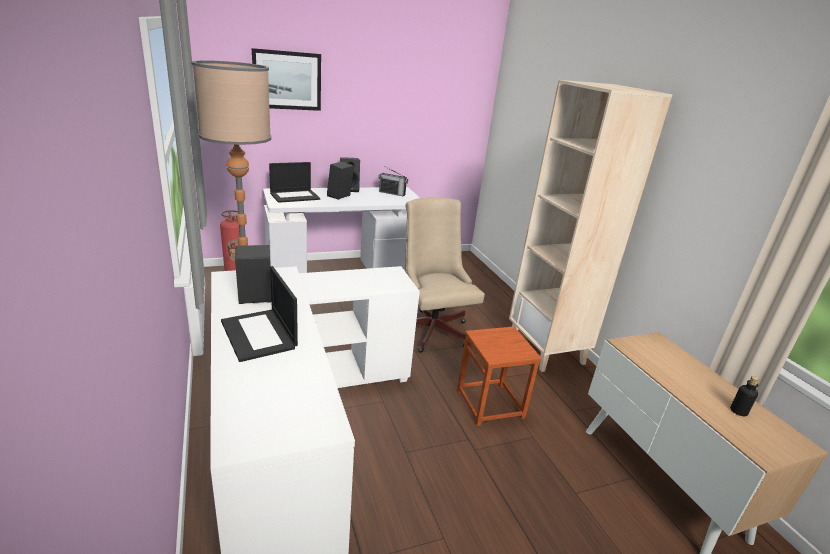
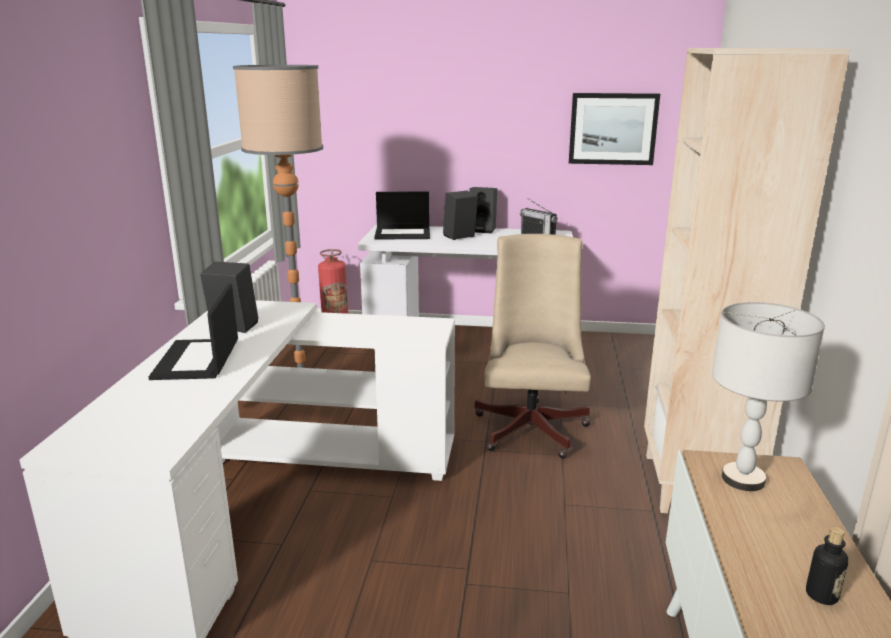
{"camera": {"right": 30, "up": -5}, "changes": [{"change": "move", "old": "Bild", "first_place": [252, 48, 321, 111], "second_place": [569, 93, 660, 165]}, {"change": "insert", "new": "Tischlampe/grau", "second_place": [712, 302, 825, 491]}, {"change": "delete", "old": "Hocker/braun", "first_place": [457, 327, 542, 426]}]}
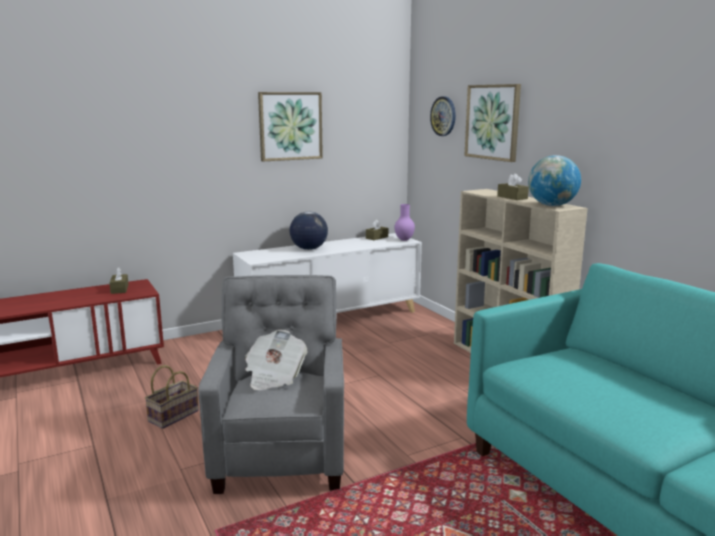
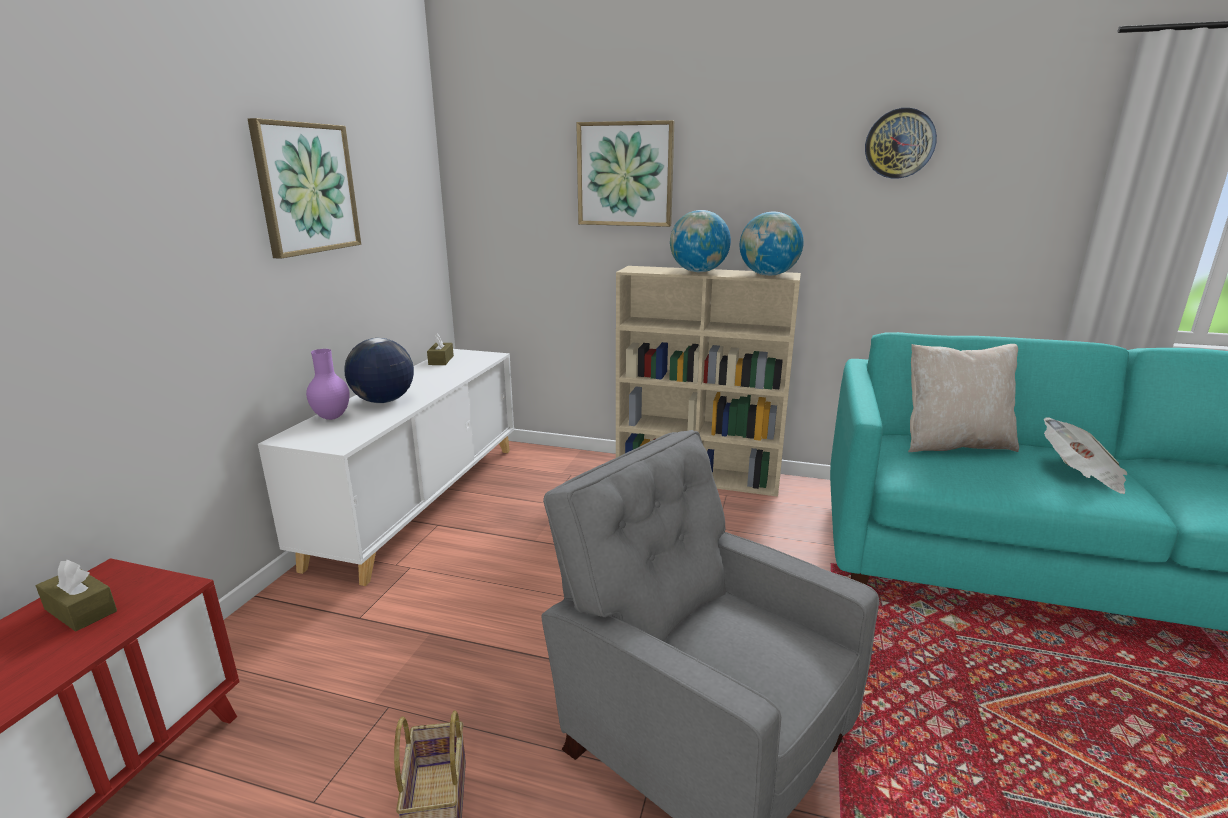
{"camera": {"right": -45, "up": 5}, "changes": [{"change": "move", "old": "Vase/lila", "first_place": [394, 204, 415, 241], "second_place": [306, 349, 350, 420]}, {"change": "replace", "old": "Taschentuchbox/braun", "new": "Globus", "first_place": [497, 173, 529, 200], "second_place": [670, 210, 731, 272]}, {"change": "move", "old": "Wanduhr", "first_place": [430, 97, 456, 136], "second_place": [865, 108, 937, 179]}, {"change": "insert", "new": "Kissen/beige", "second_place": [908, 344, 1019, 452]}, {"change": "move", "old": "Zeitung", "first_place": [245, 330, 308, 390], "second_place": [1044, 417, 1127, 494]}]}
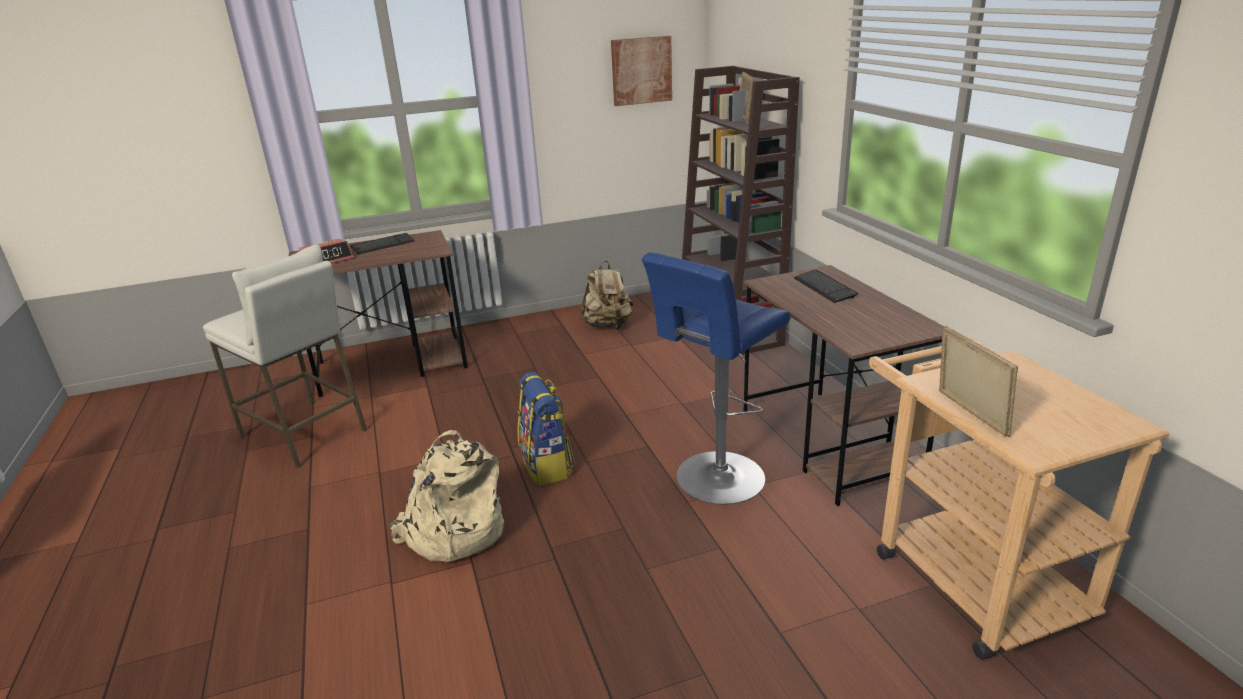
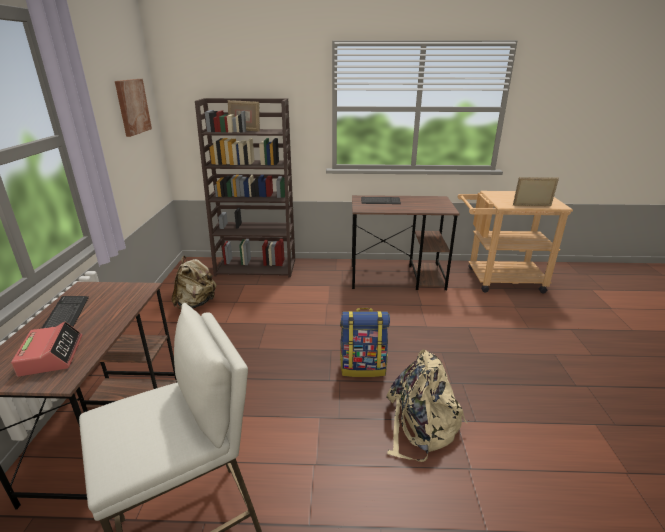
{"camera": {"right": -70, "up": 0}, "changes": [{"change": "delete", "old": "Hocker/blau", "first_place": [642, 253, 791, 505]}]}
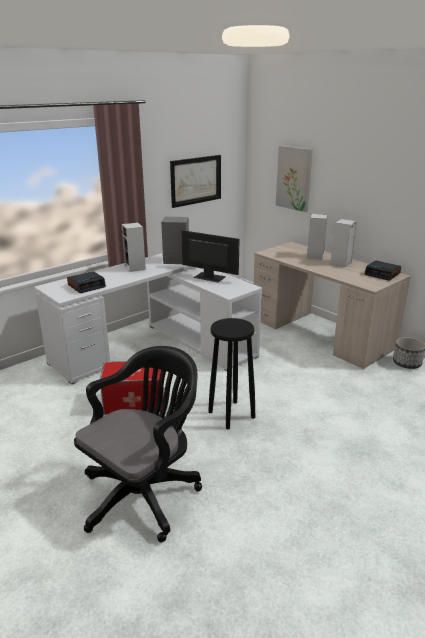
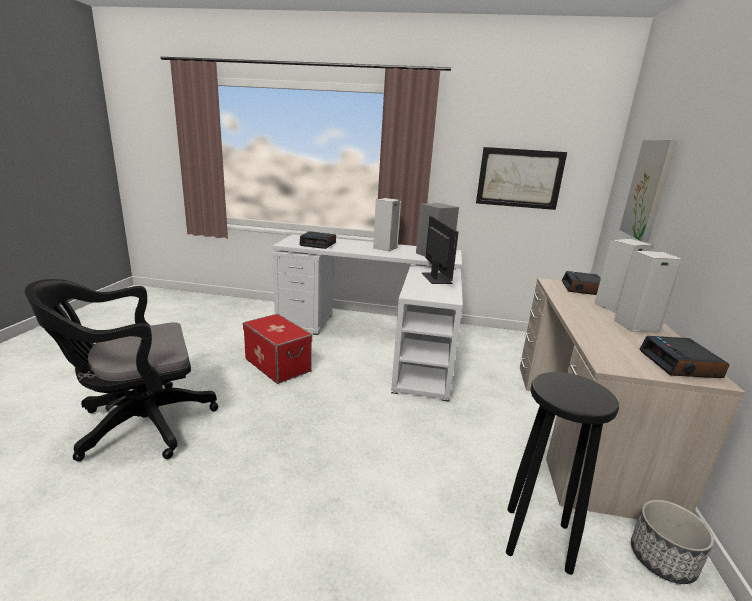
{"camera": {"right": 50, "up": -5}, "changes": [{"change": "rotate", "old": "Bürostuhl/schwarz", "first_place": [74, 346, 202, 542], "second_place": [25, 279, 218, 461], "degrees": 150}, {"change": "move", "old": "Hocker/schwarz", "first_place": [208, 318, 255, 429], "second_place": [506, 372, 619, 575]}, {"change": "insert", "new": "Wecker", "second_place": [562, 271, 601, 295]}]}
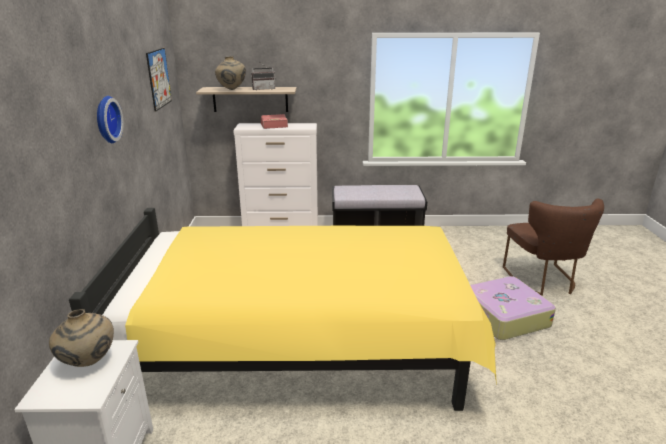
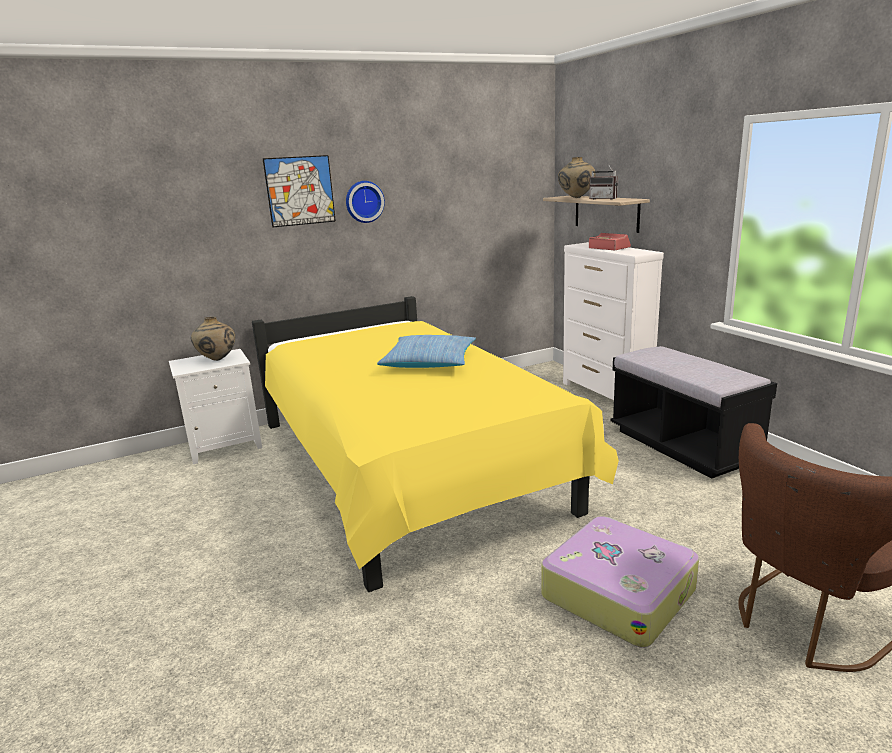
{"camera": {"right": 65, "up": -5}, "changes": [{"change": "move", "old": "Bild", "first_place": [146, 48, 172, 111], "second_place": [262, 155, 336, 227]}, {"change": "insert", "new": "Kissen", "second_place": [377, 335, 476, 368]}]}
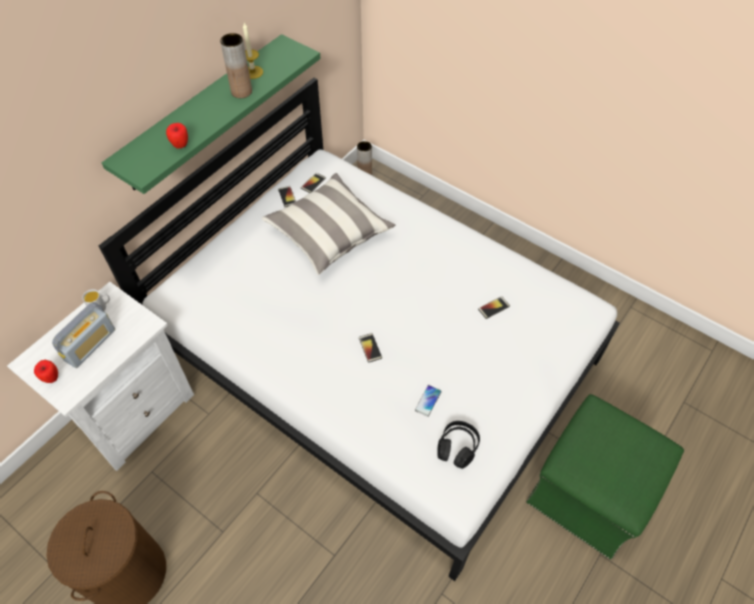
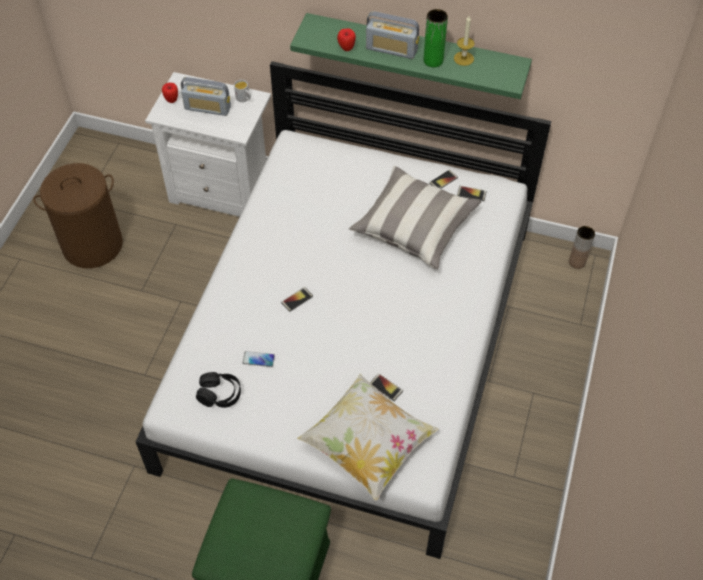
{"camera": {"right": 70, "up": 0}, "changes": [{"change": "insert", "new": "Kissen", "second_place": [297, 373, 439, 501]}, {"change": "insert", "new": "Radio", "second_place": [366, 11, 419, 59]}, {"change": "recolor", "old": "Vase/braun", "new": "Vase/grün", "first_place": [220, 33, 252, 98], "second_place": [423, 9, 448, 67]}]}
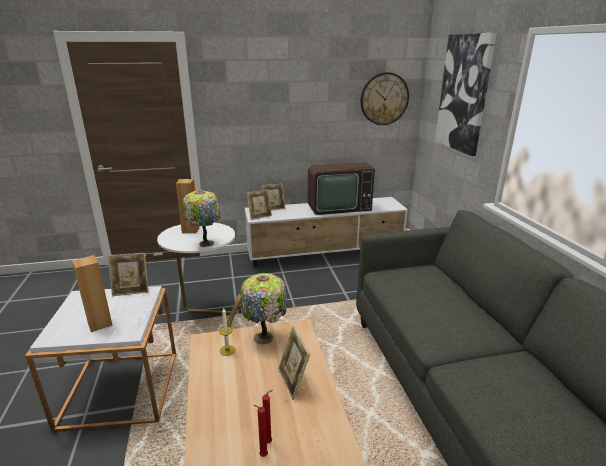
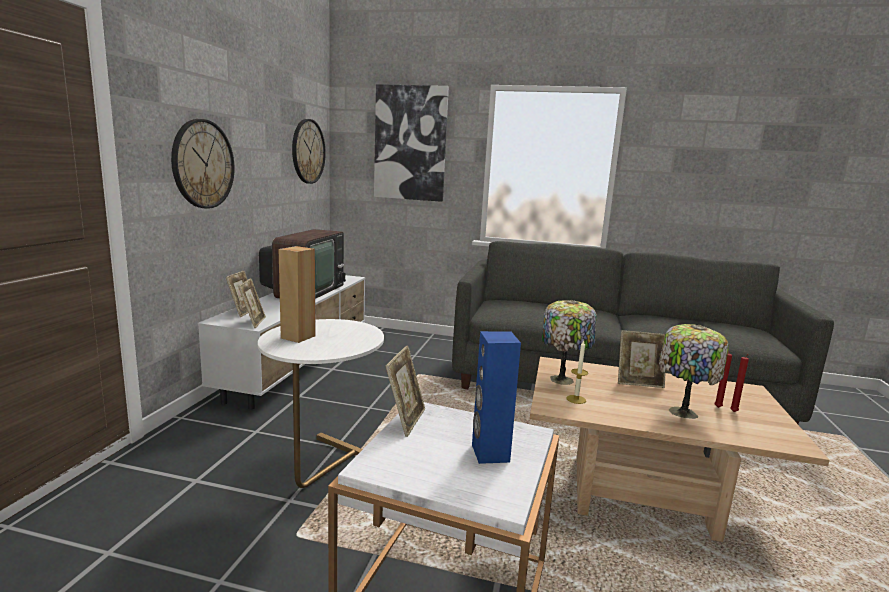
{"camera": {"right": -65, "up": -10}, "changes": [{"change": "insert", "new": "Wanduhr", "second_place": [171, 119, 234, 208]}, {"change": "recolor", "old": "Lautsprecher/braun", "new": "Lautsprecher/blau", "first_place": [72, 255, 113, 332], "second_place": [472, 331, 521, 464]}, {"change": "move", "old": "Tischlampe", "first_place": [183, 190, 220, 247], "second_place": [659, 324, 729, 419]}]}
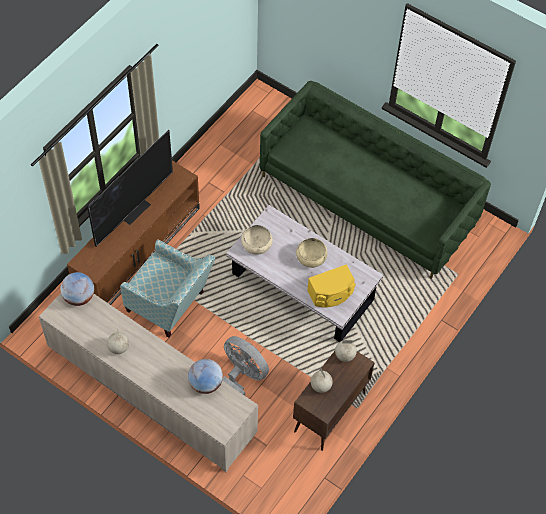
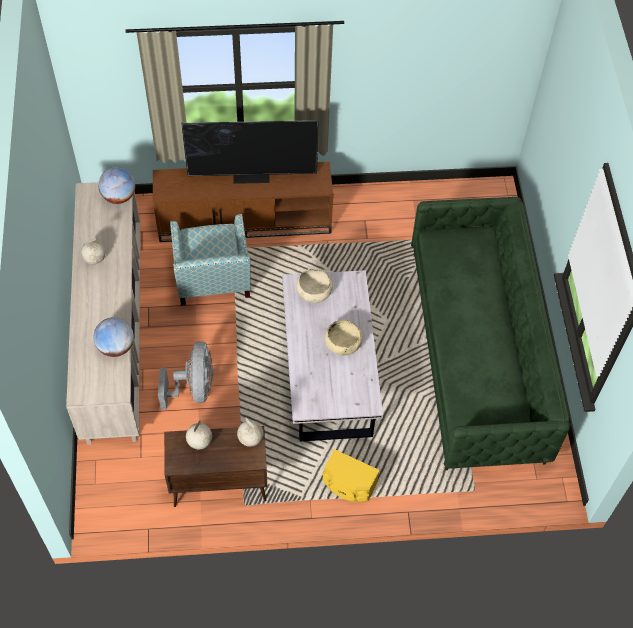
{"camera": {"right": 50, "up": 0}, "changes": [{"change": "move", "old": "Lautsprecher/gelb", "first_place": [307, 264, 356, 308], "second_place": [322, 449, 380, 502]}]}
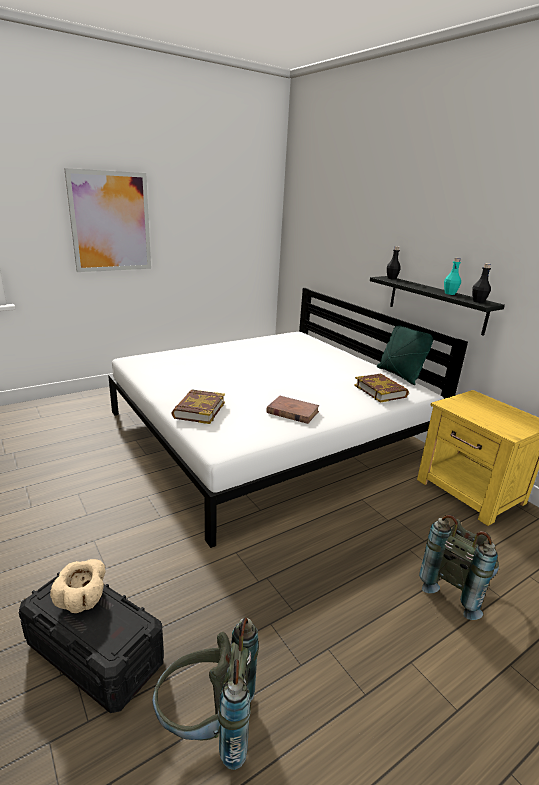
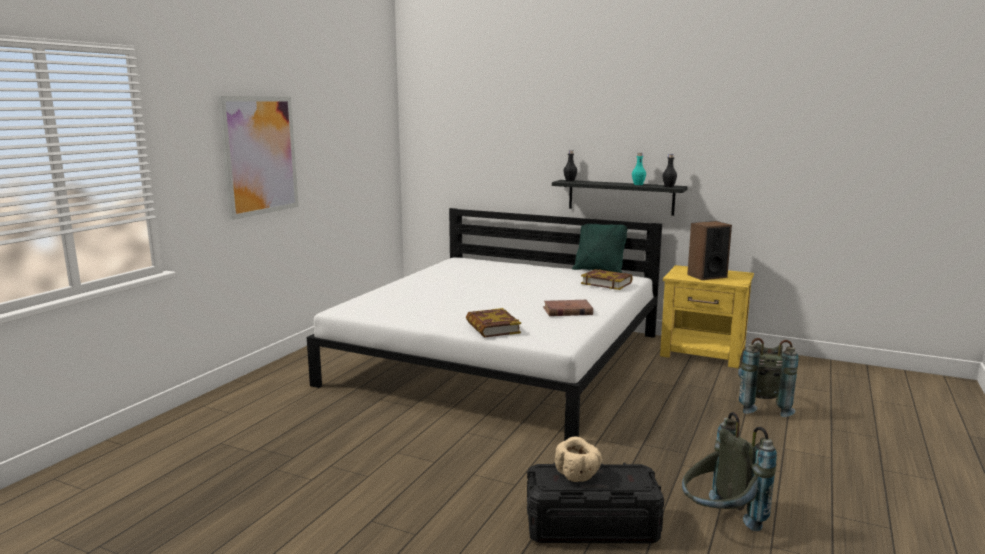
{"camera": {"right": -30, "up": -10}, "changes": [{"change": "insert", "new": "Lautsprecher", "second_place": [687, 221, 732, 280]}]}
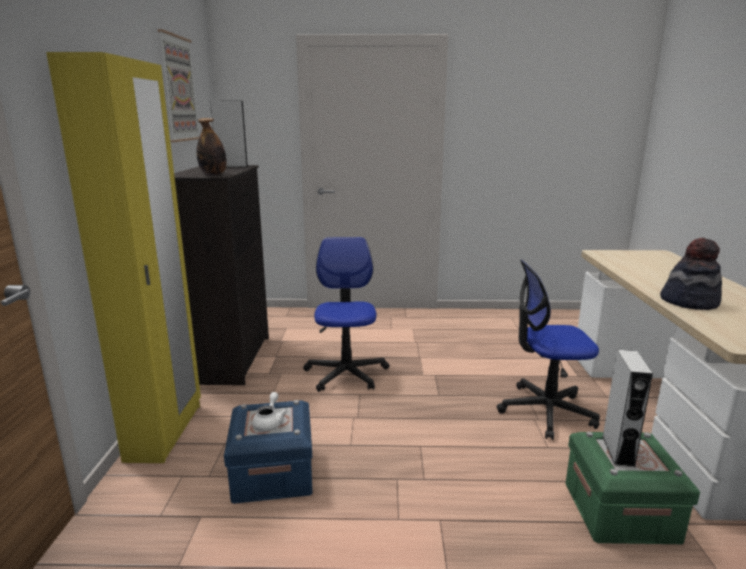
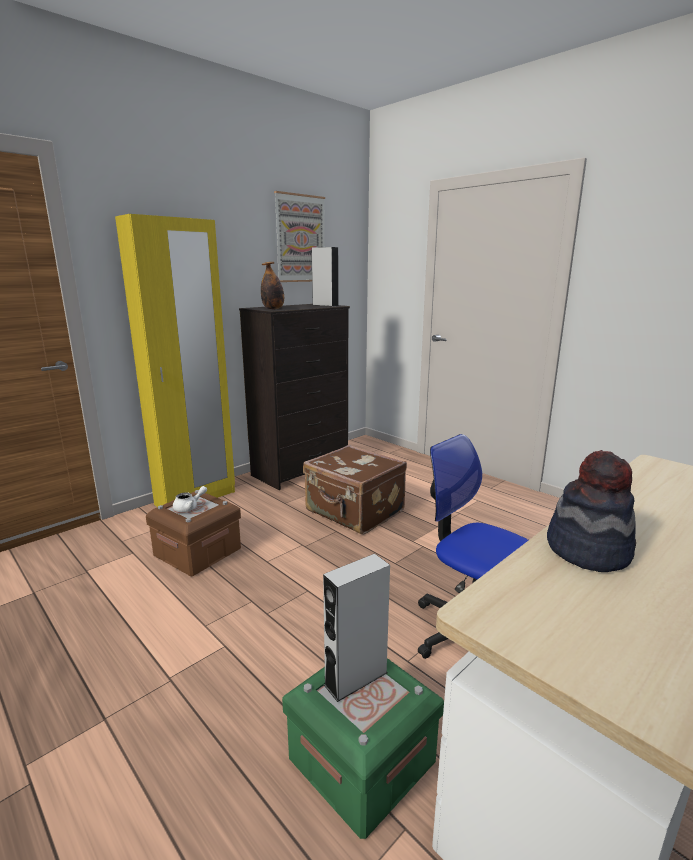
{"camera": {"right": 45, "up": 0}, "changes": [{"change": "recolor", "old": "Aufbewahrungsbox/blau", "new": "Aufbewahrungsbox/braun", "first_place": [224, 400, 313, 504], "second_place": [146, 490, 241, 576]}, {"change": "replace", "old": "Bürostuhl", "new": "Koffer/braun", "first_place": [303, 237, 389, 392], "second_place": [303, 445, 407, 535]}]}
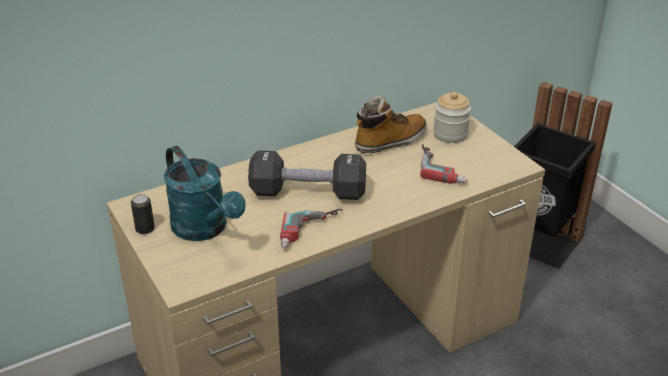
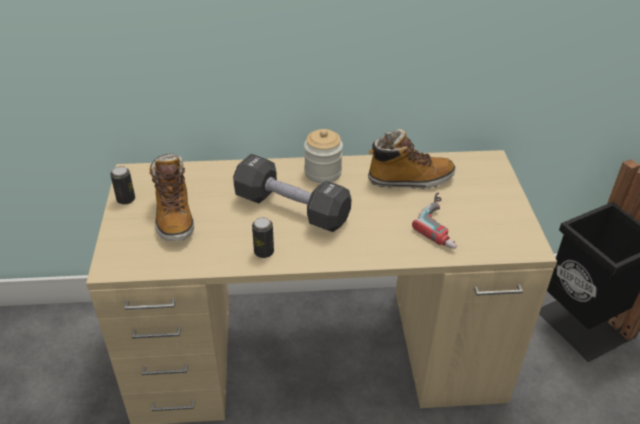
{"camera": {"right": 25, "up": 5}, "changes": [{"change": "replace", "old": "Gießkanne/türkis", "new": "Stiefel", "first_place": [164, 146, 246, 241], "second_place": [150, 154, 194, 241]}, {"change": "replace", "old": "Bohrmaschine", "new": "Dose", "first_place": [280, 209, 343, 249], "second_place": [252, 217, 274, 258]}, {"change": "move", "old": "Vorratsglas", "first_place": [433, 92, 471, 143], "second_place": [304, 129, 343, 183]}]}
